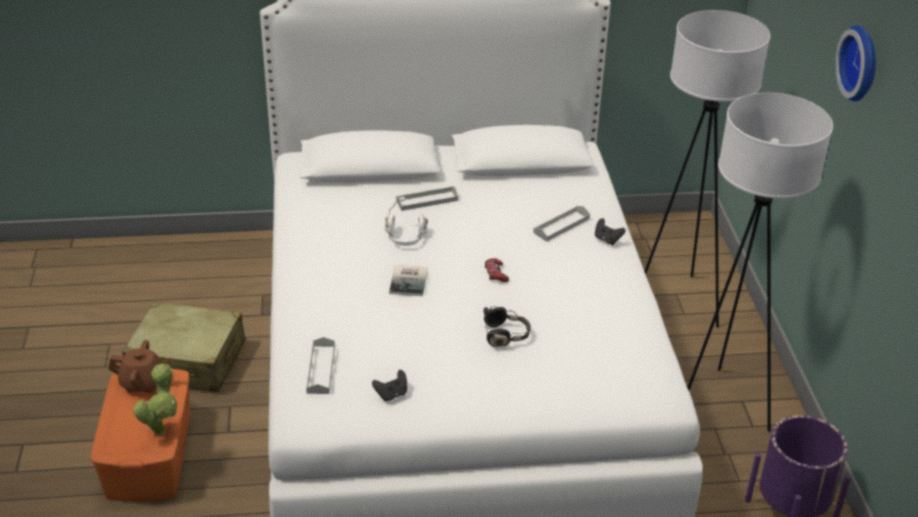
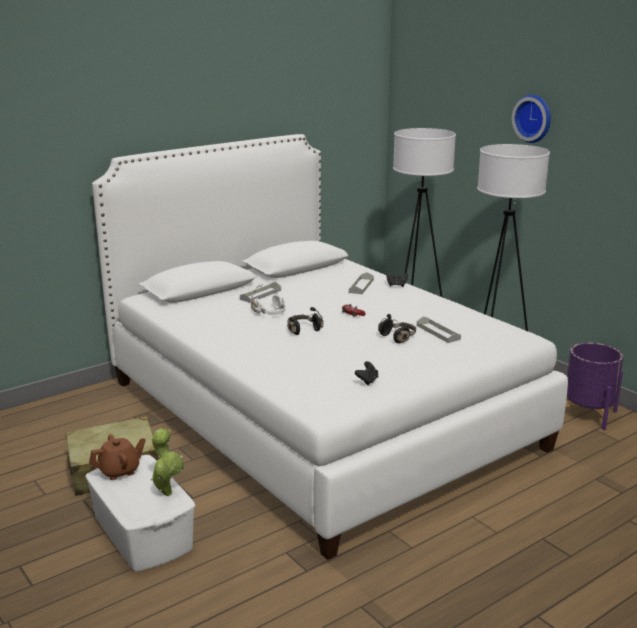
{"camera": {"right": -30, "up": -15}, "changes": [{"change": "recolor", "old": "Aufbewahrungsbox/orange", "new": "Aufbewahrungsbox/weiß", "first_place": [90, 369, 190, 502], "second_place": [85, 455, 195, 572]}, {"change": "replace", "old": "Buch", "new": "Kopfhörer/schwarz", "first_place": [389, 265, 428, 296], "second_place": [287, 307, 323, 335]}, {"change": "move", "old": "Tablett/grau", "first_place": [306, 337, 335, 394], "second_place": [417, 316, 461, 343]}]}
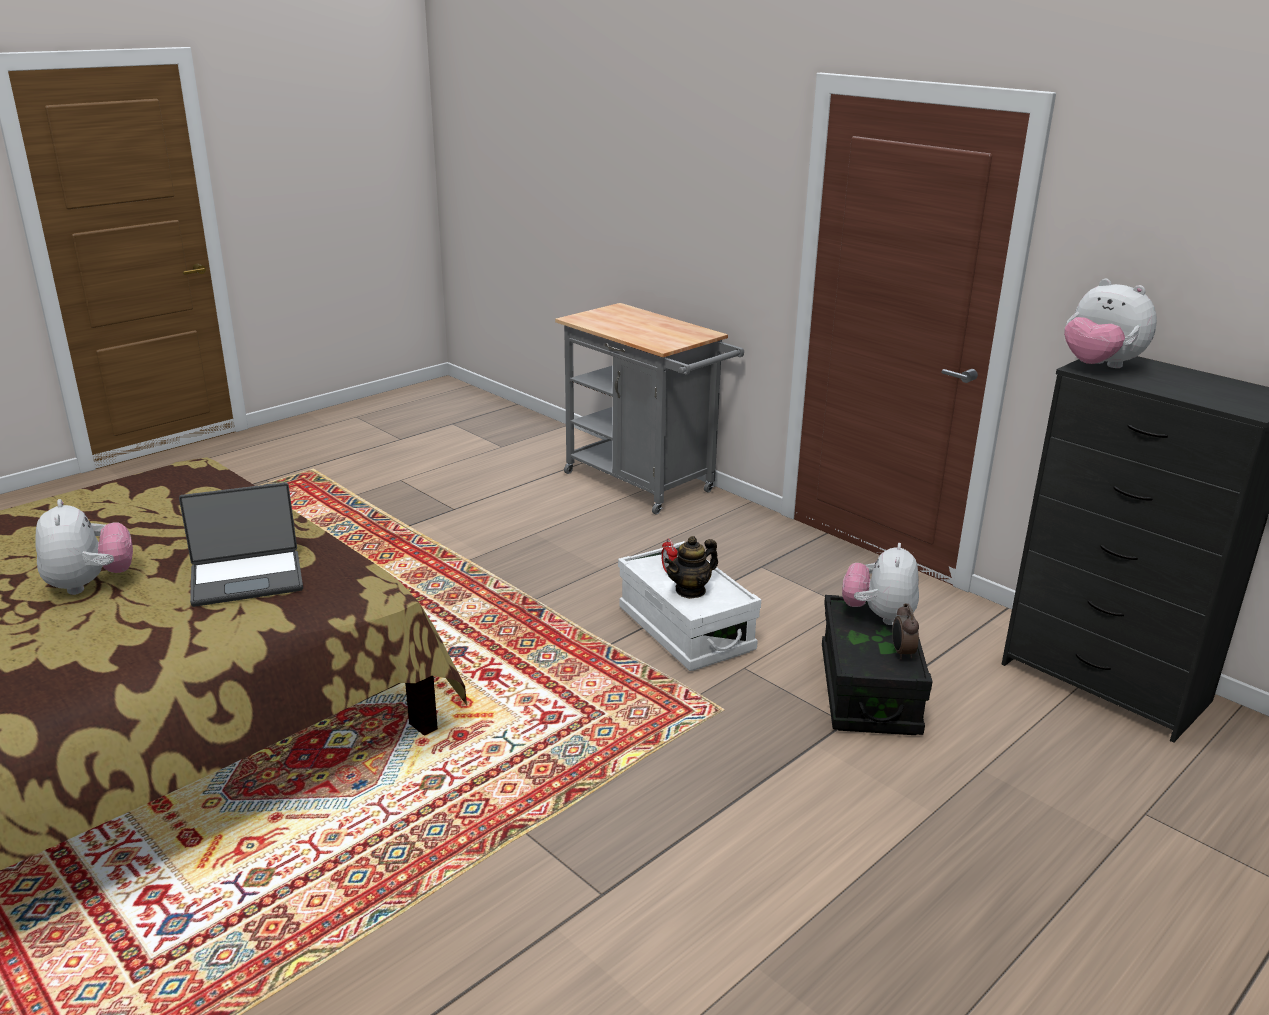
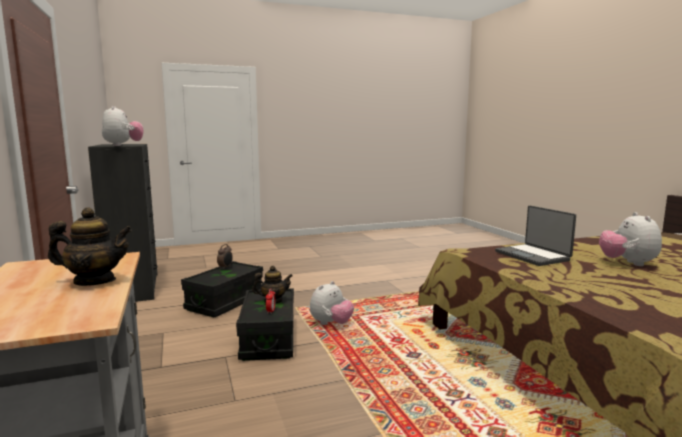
{"camera": {"right": -155, "up": -15}, "changes": [{"change": "insert", "new": "Teekanne", "second_place": [48, 207, 132, 286]}, {"change": "recolor", "old": "Aufbewahrungsbox/weiß", "new": "Aufbewahrungsbox/schwarz", "first_place": [618, 541, 761, 671], "second_place": [236, 288, 294, 361]}, {"change": "move", "old": "Plüschtier", "first_place": [842, 543, 919, 625], "second_place": [310, 281, 354, 325]}, {"change": "rotate", "old": "Laptop", "first_place": [179, 482, 303, 607], "second_place": [495, 206, 576, 266], "degrees": -120}]}
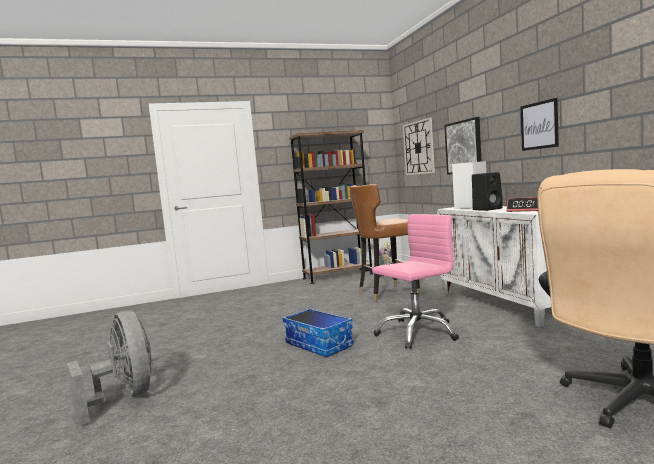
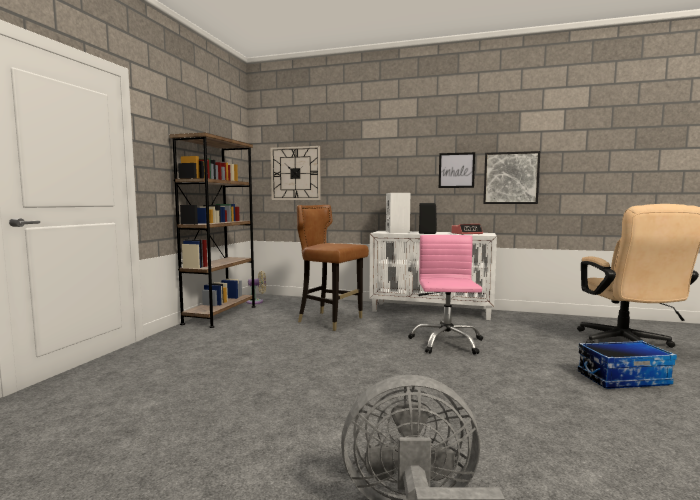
{"camera": {"right": -55, "up": 0}, "changes": [{"change": "rotate", "old": "Stuhl/braun", "first_place": [350, 184, 420, 303], "second_place": [296, 205, 369, 331], "degrees": 105}, {"change": "move", "old": "Bild", "first_place": [444, 117, 481, 175], "second_place": [483, 151, 540, 204]}, {"change": "move", "old": "Aufbewahrungsbox", "first_place": [282, 308, 354, 357], "second_place": [578, 341, 677, 389]}]}
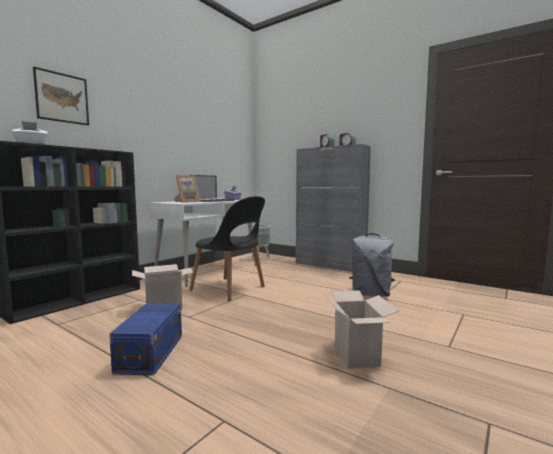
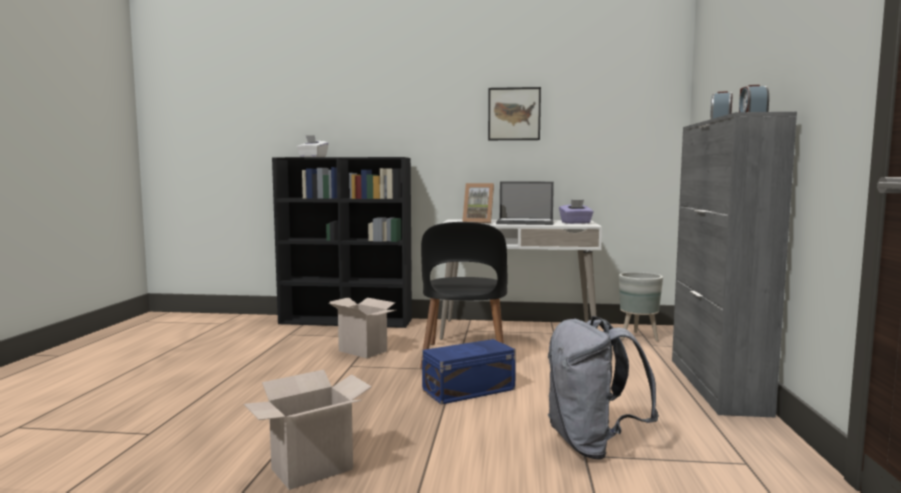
{"camera": {"right": 60, "up": 0}, "changes": [{"change": "move", "old": "Aufbewahrungsbox/blau", "first_place": [109, 303, 182, 375], "second_place": [422, 339, 516, 405]}, {"change": "move", "old": "Bild", "first_place": [33, 67, 89, 125], "second_place": [488, 87, 541, 140]}]}
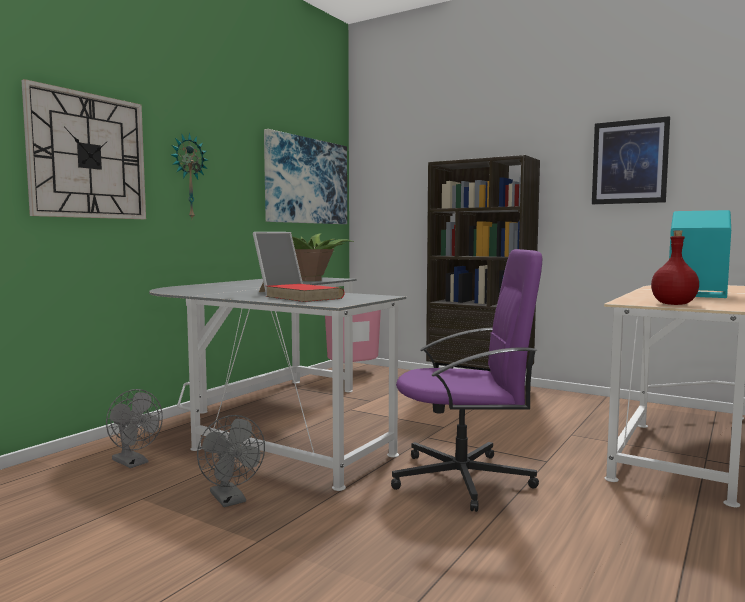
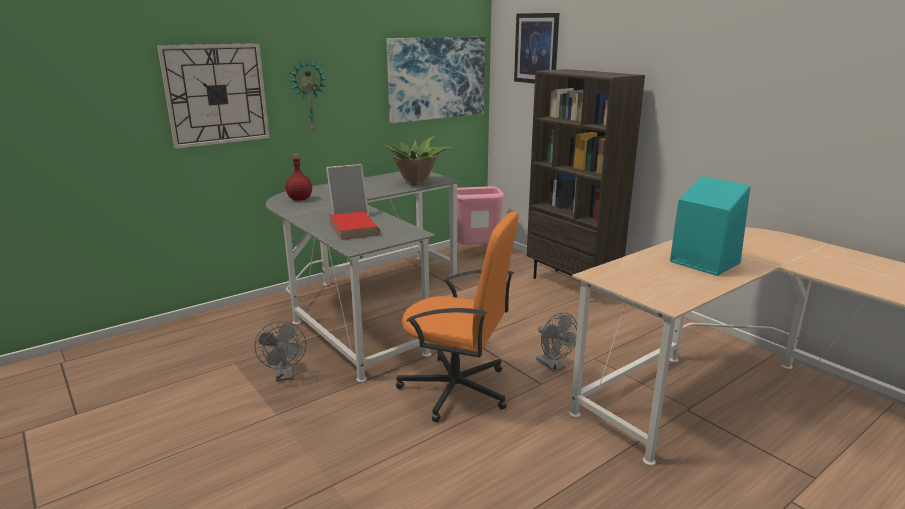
{"camera": {"right": 20, "up": 15}, "changes": [{"change": "move", "old": "Flasche/rot", "first_place": [651, 231, 699, 305], "second_place": [285, 154, 312, 201]}, {"change": "recolor", "old": "Bürostuhl/lila", "new": "Bürostuhl/orange", "first_place": [391, 249, 542, 512], "second_place": [396, 212, 519, 422]}, {"change": "move", "old": "Bild", "first_place": [592, 116, 670, 204], "second_place": [514, 13, 560, 84]}, {"change": "move", "old": "Ventilator/grau", "first_place": [106, 389, 163, 468], "second_place": [536, 312, 577, 372]}]}
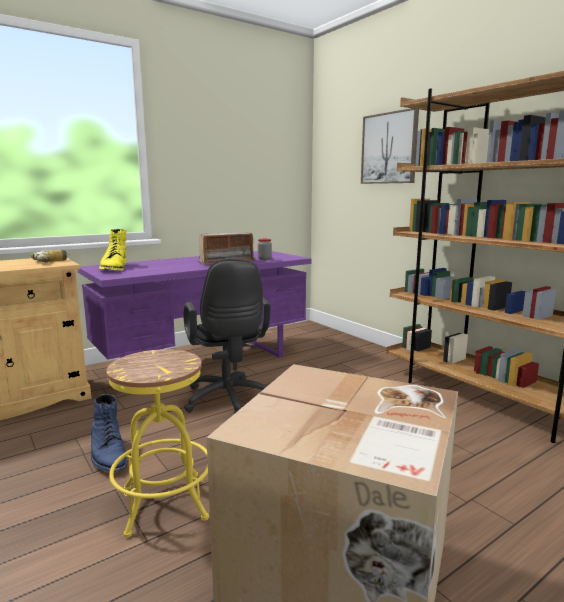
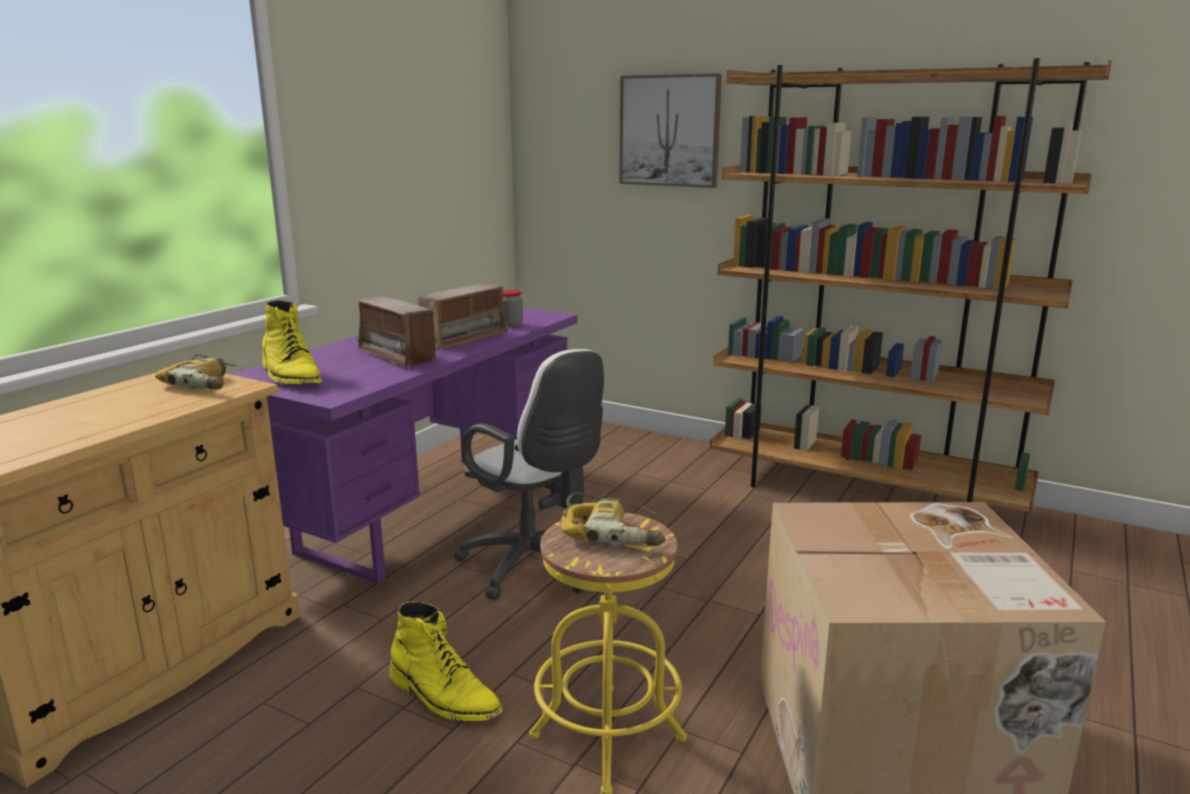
{"camera": {"right": -25, "up": 5}, "changes": [{"change": "insert", "new": "Radio", "second_place": [357, 295, 438, 368]}, {"change": "recolor", "old": "Stiefel/blau", "new": "Stiefel/gelb", "first_place": [91, 394, 127, 472], "second_place": [389, 601, 502, 721]}, {"change": "recolor", "old": "Bürostuhl/schwarz", "new": "Bürostuhl/weiß", "first_place": [183, 259, 270, 414], "second_place": [453, 349, 604, 600]}, {"change": "insert", "new": "Bohrmaschine", "second_place": [561, 492, 666, 546]}]}
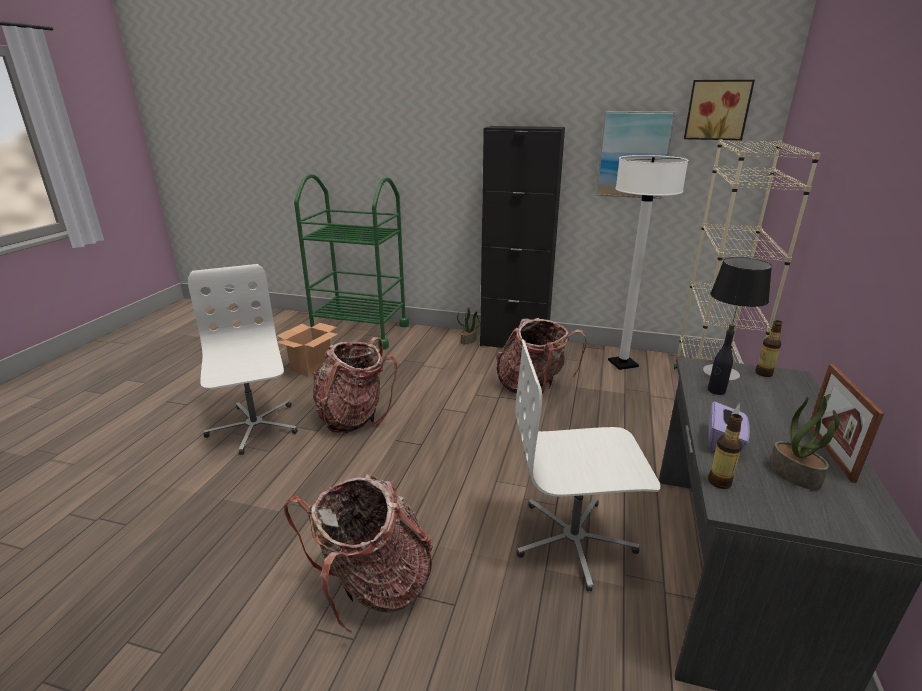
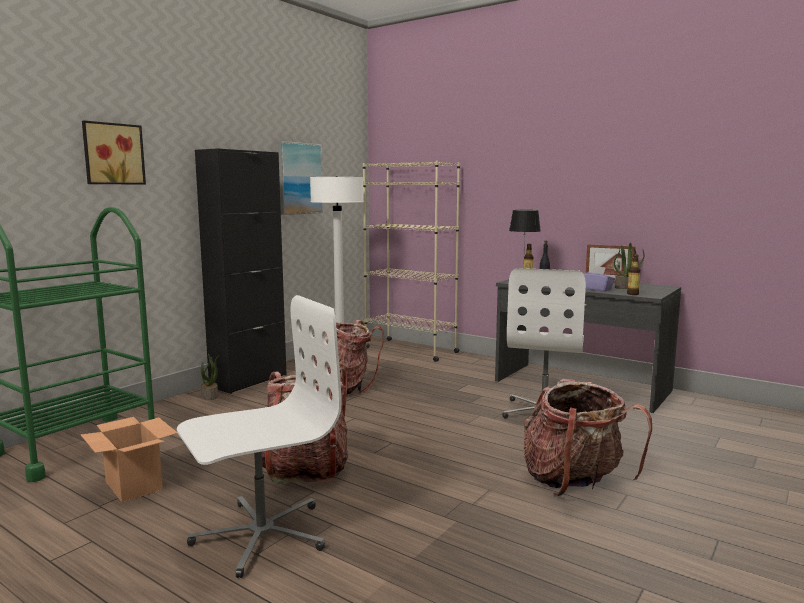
{"camera": {"right": -70, "up": -15}, "changes": [{"change": "move", "old": "Bild", "first_place": [684, 80, 755, 140], "second_place": [82, 120, 146, 184]}, {"change": "rotate", "old": "Bürostuhl/weiß", "first_place": [188, 264, 298, 455], "second_place": [177, 295, 342, 578], "degrees": 150}]}
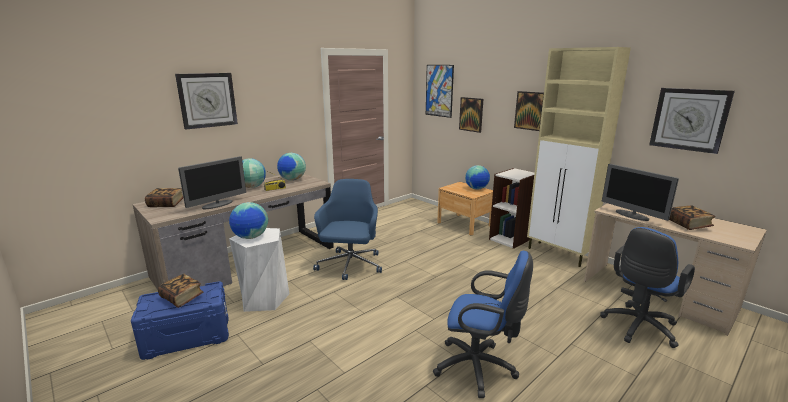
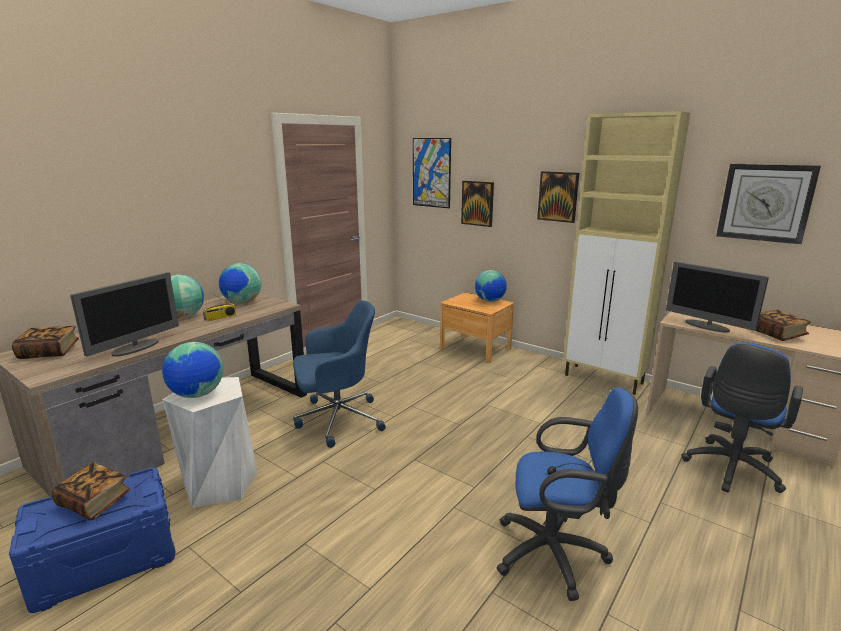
{"camera": {"right": -10, "up": 0}, "changes": [{"change": "rotate", "old": "Bürostuhl/blau", "first_place": [313, 179, 382, 280], "second_place": [293, 300, 386, 448], "degrees": 75}, {"change": "delete", "old": "Wanduhr", "first_place": [175, 73, 238, 130]}, {"change": "delete", "old": "Bücherregal", "first_place": [489, 168, 534, 249]}]}
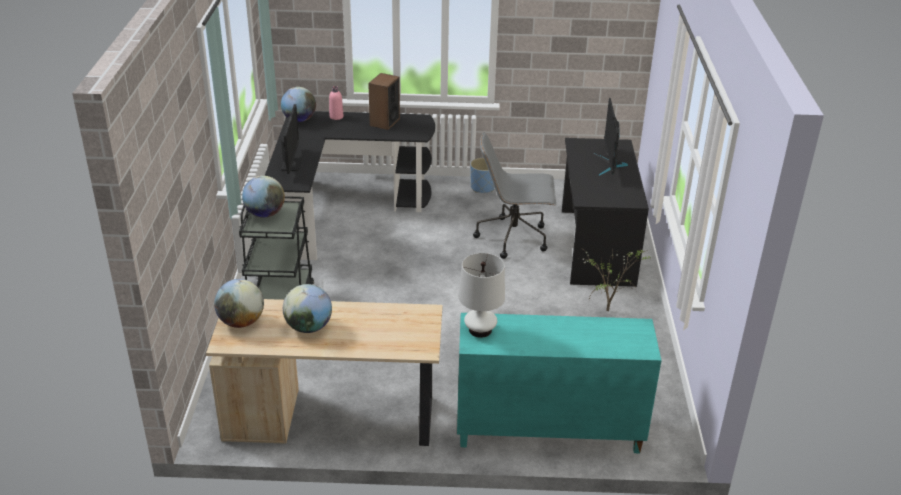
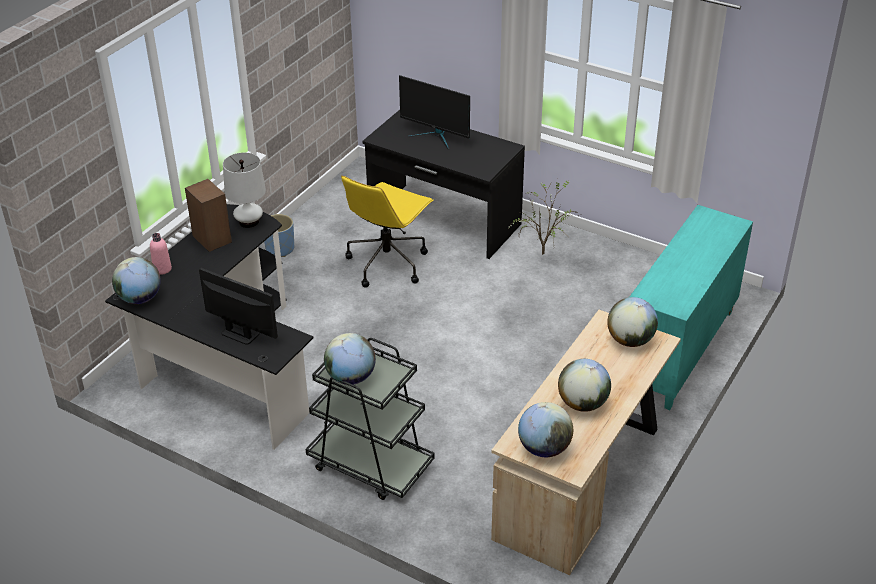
{"camera": {"right": -60, "up": 5}, "changes": [{"change": "move", "old": "Tischlampe/weiß", "first_place": [459, 253, 505, 338], "second_place": [223, 153, 266, 228]}, {"change": "recolor", "old": "Bürostuhl/grau", "new": "Bürostuhl/gelb", "first_place": [473, 132, 557, 259], "second_place": [341, 175, 434, 288]}, {"change": "insert", "new": "Globus", "second_place": [607, 297, 658, 347]}]}
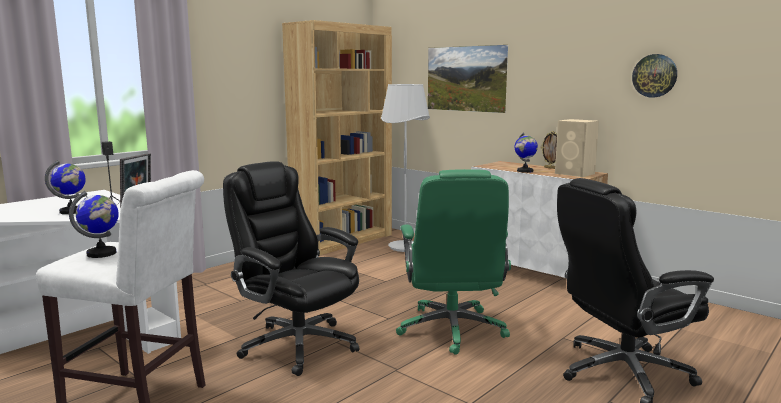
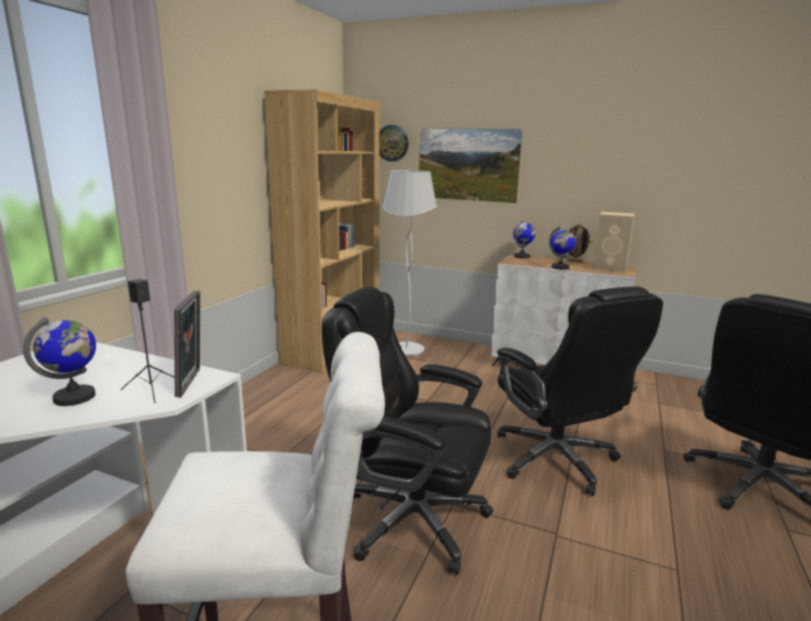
{"camera": {"right": -20, "up": 5}, "changes": [{"change": "move", "old": "Wanduhr", "first_place": [632, 54, 677, 98], "second_place": [379, 125, 409, 162]}, {"change": "recolor", "old": "Bürostuhl/grün", "new": "Bürostuhl/schwarz", "first_place": [396, 169, 511, 355], "second_place": [497, 286, 663, 496]}, {"change": "move", "old": "Globus", "first_place": [69, 191, 119, 258], "second_place": [513, 220, 536, 258]}]}
